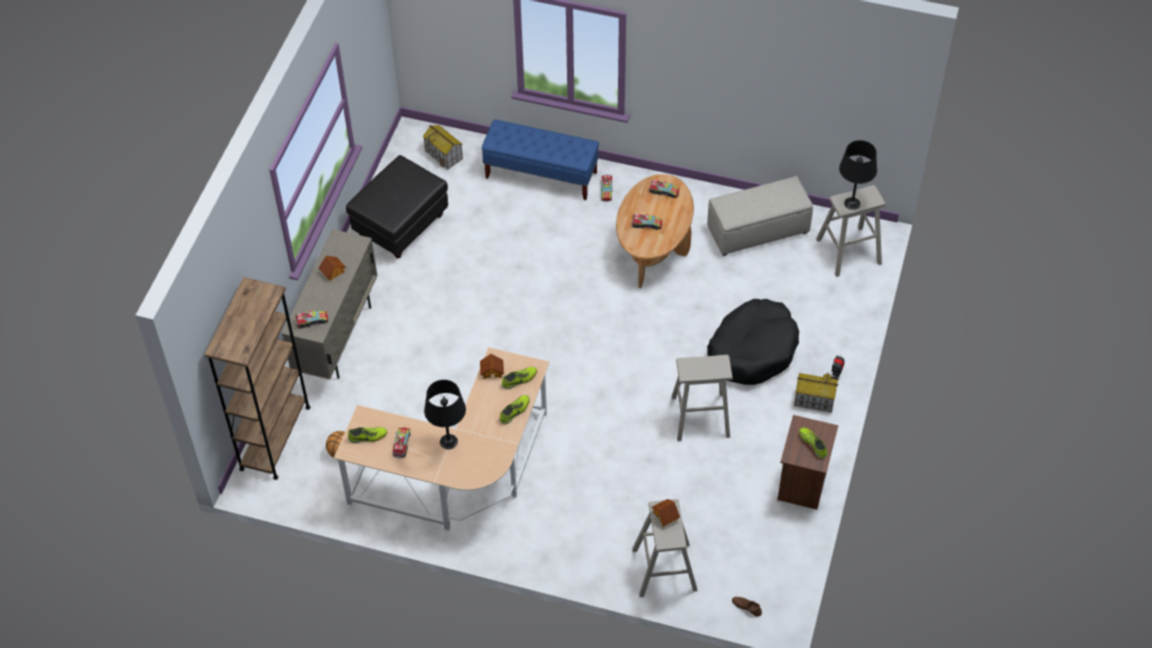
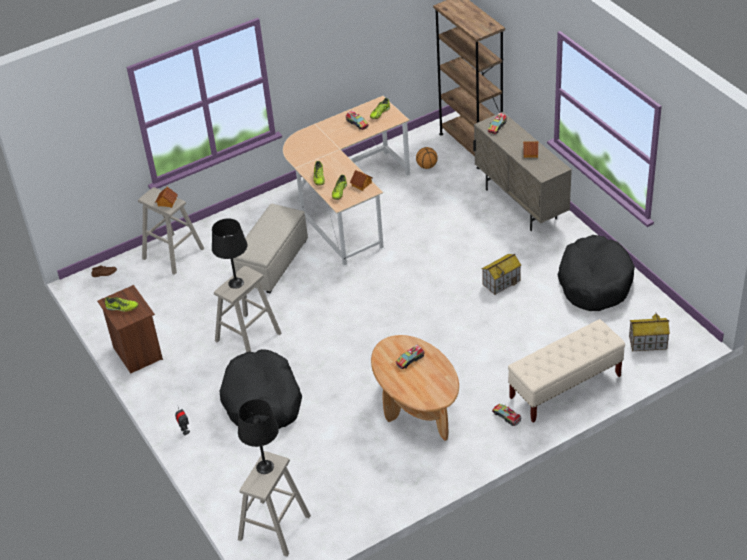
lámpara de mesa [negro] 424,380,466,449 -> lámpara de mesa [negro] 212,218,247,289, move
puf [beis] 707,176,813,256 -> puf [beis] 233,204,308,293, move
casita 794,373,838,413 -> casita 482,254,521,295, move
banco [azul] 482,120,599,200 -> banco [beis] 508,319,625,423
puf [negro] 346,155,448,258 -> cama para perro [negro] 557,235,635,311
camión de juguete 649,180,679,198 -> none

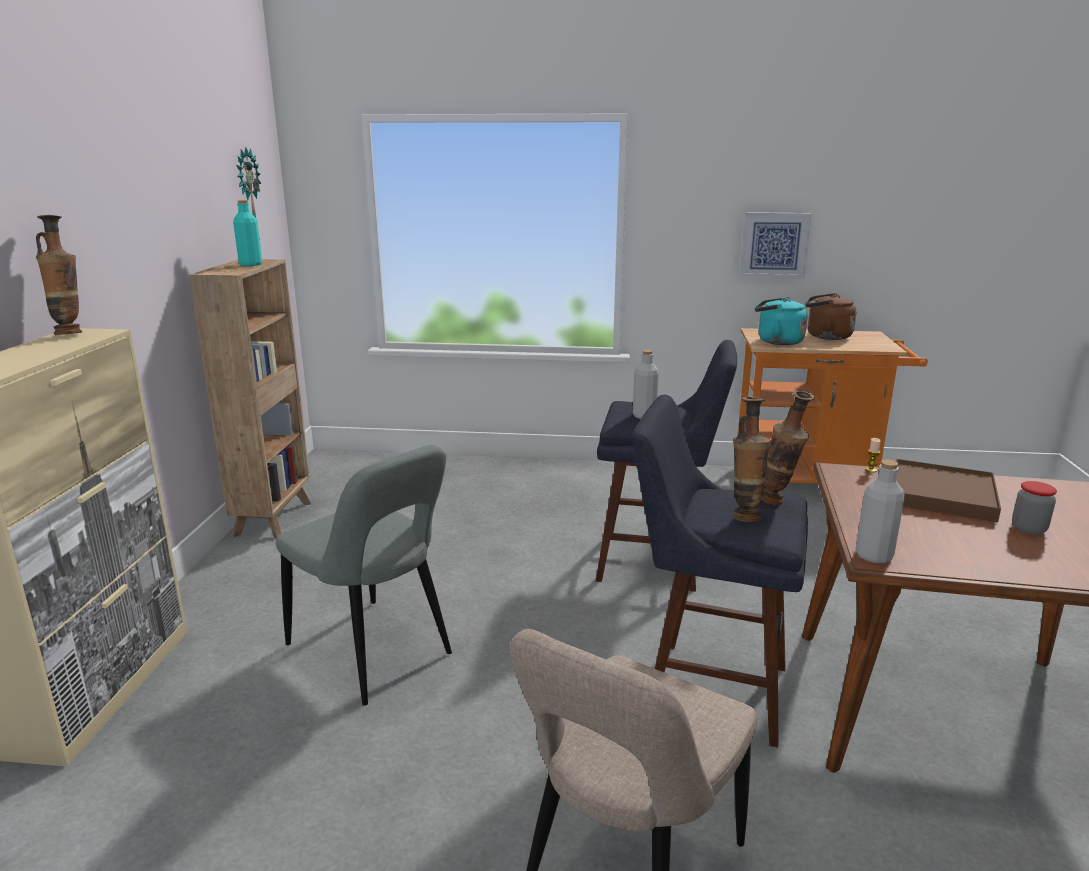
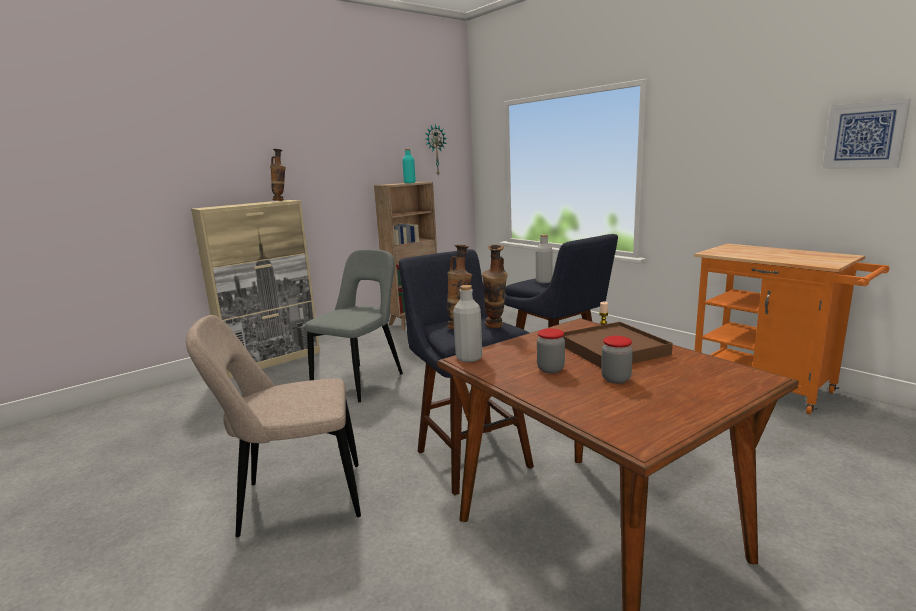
silla [gris] 276,445,452,706 -> silla [gris] 305,249,403,402, 150 degrees counterclockwise
none -> tarro 537,328,565,373
cuadro 740,212,812,278 -> cuadro 823,99,911,169, move
hervidor [turquesa] 755,297,807,345 -> none
hervidor [marrón] 805,293,857,340 -> none

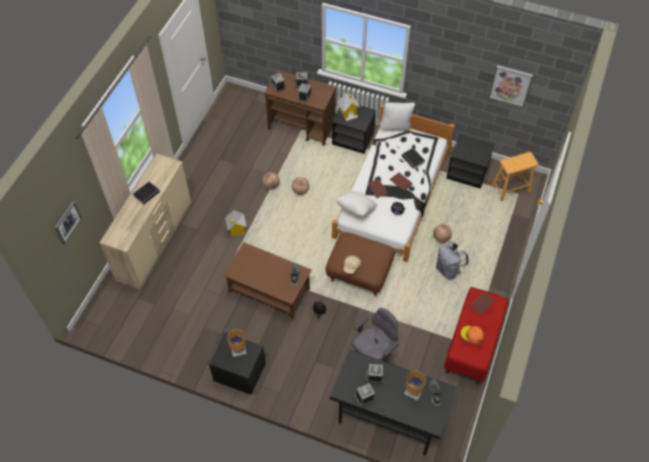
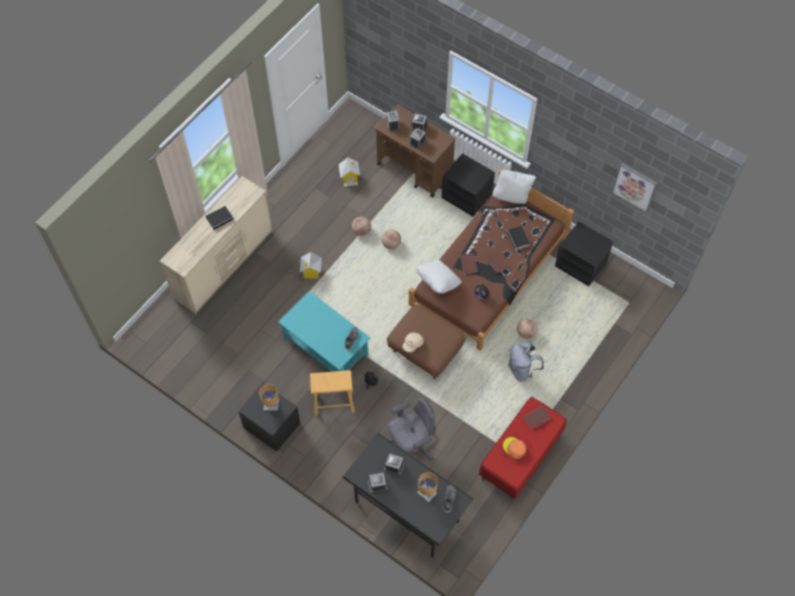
mesa de centro [marrón] 223,242,312,320 -> mesa de centro [turquesa] 278,291,370,372
taburete [marrón] 492,152,539,201 -> taburete [marrón] 310,370,355,416, move
casita 337,93,360,121 -> casita 338,158,360,187, move
cama [blanco] 332,104,455,262 -> cama [marrón] 409,168,574,351
cuadro 54,201,82,245 -> none

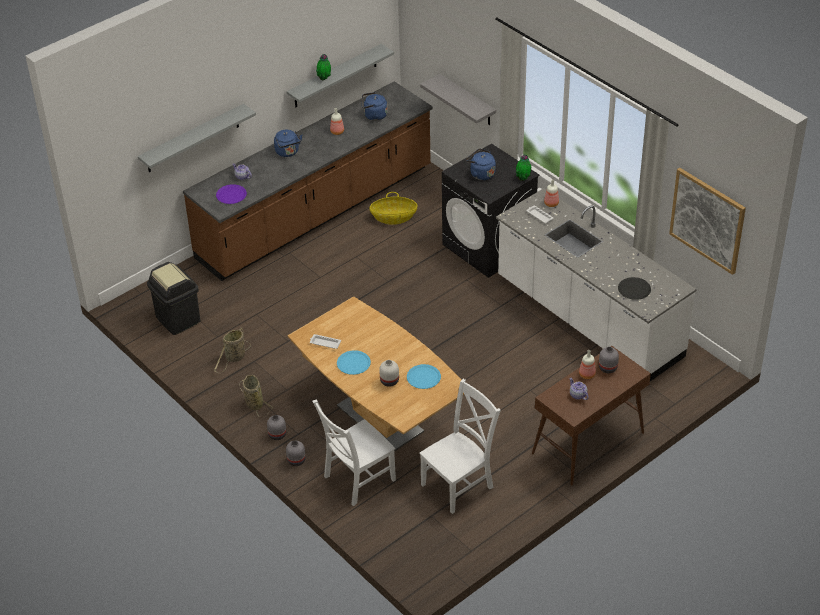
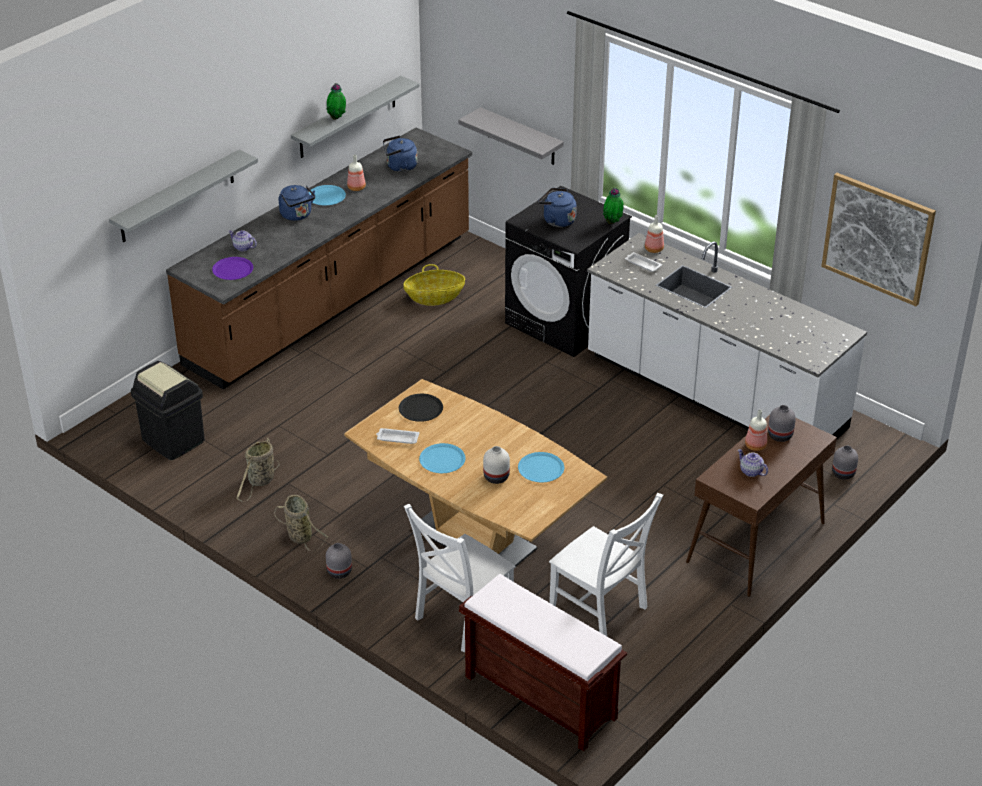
none -> plato [azul] 309,185,346,205
plato [negro] 618,277,651,300 -> plato [negro] 399,394,443,422, move
none -> banco [marrón] 459,574,627,751
silla [blanco] 419,379,501,514 -> silla [blanco] 549,493,663,636, 90 degrees clockwise
florero [gris] 286,441,306,466 -> florero [gris] 832,445,858,480, move

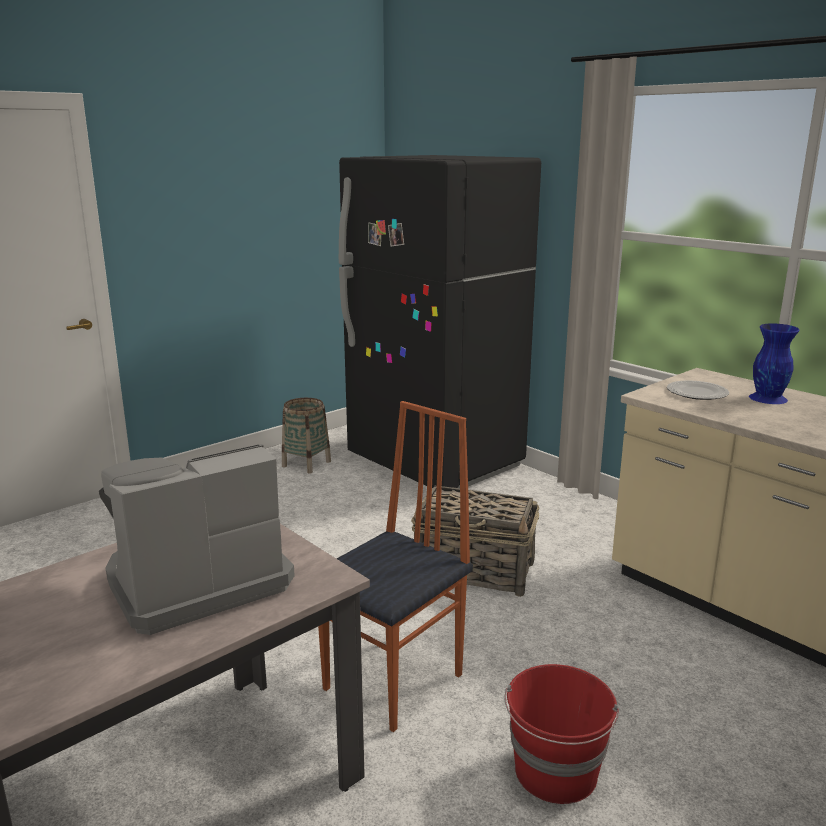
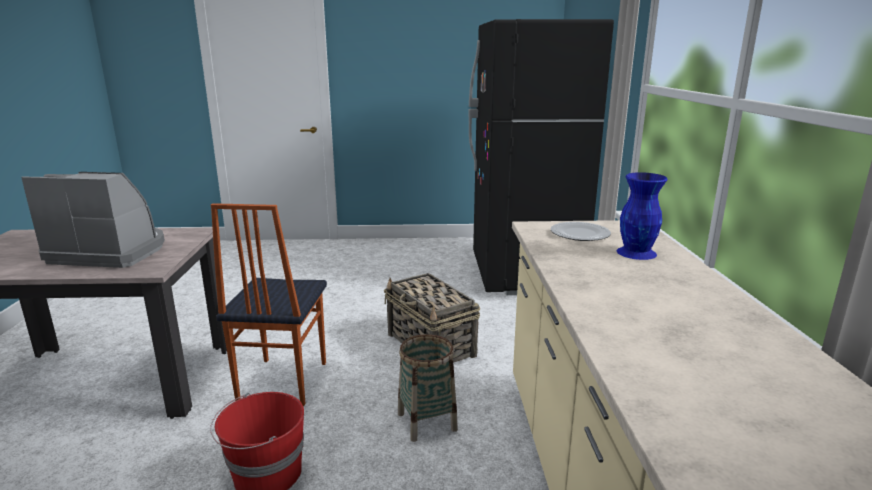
silla 318,401,473,732 -> silla 211,203,327,406, 105 degrees clockwise
cesta 282,398,331,474 -> cesta 398,334,458,442, move

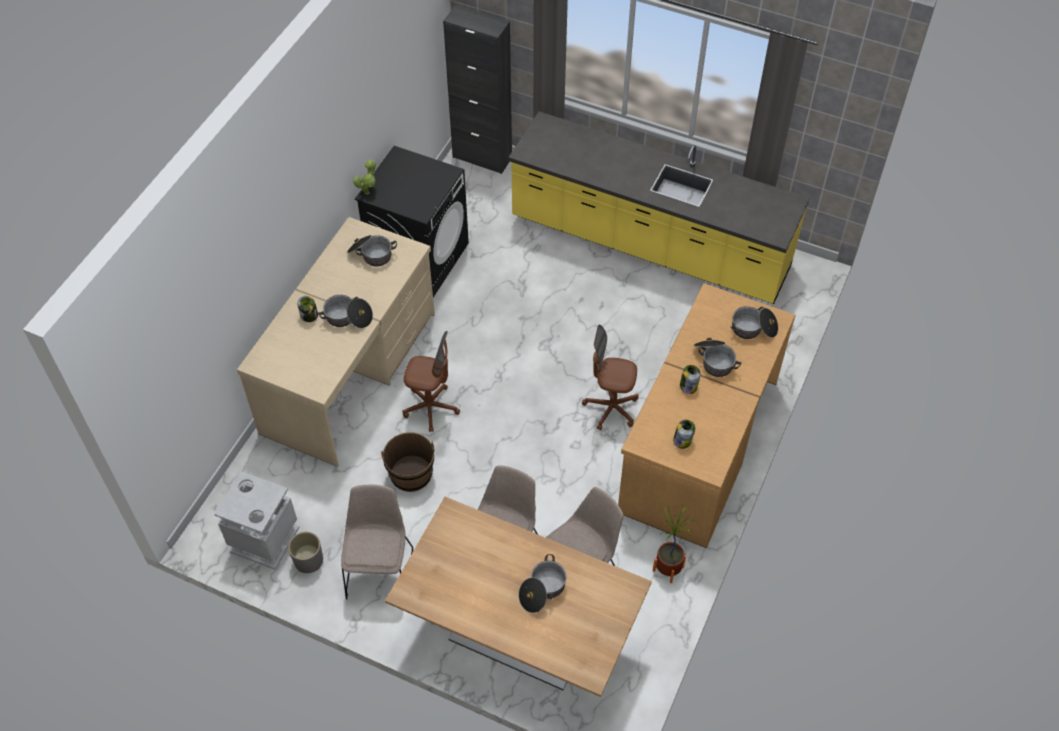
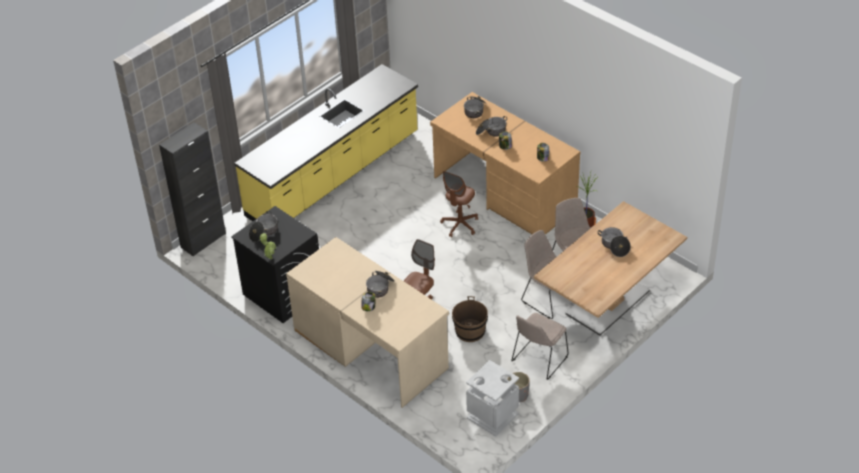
olla 347,235,397,266 -> olla 249,211,278,242, move
silla [beis] 341,485,413,600 -> silla [beis] 511,313,568,380, 75 degrees counterclockwise

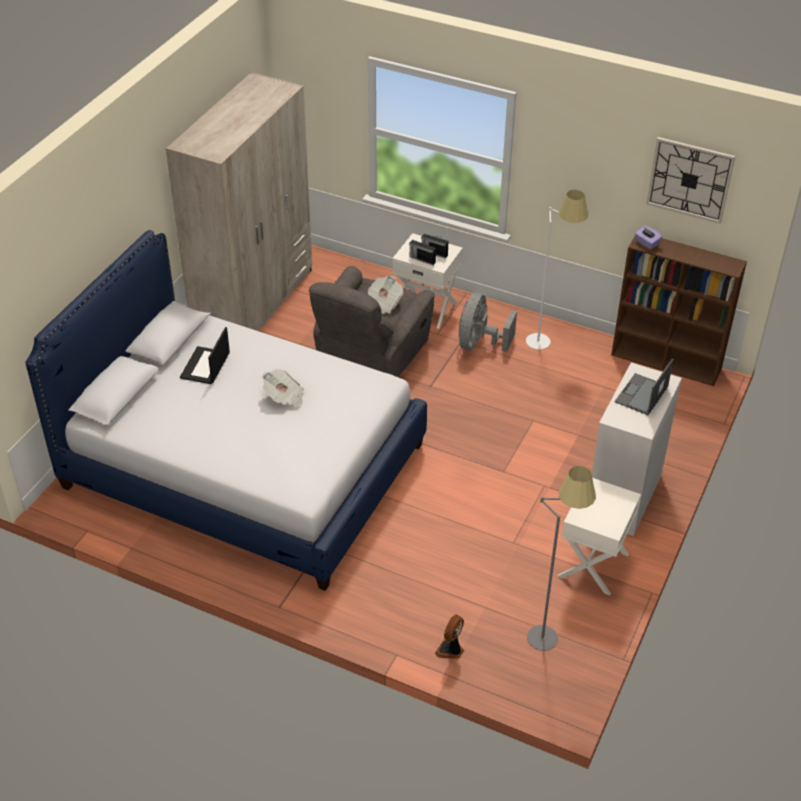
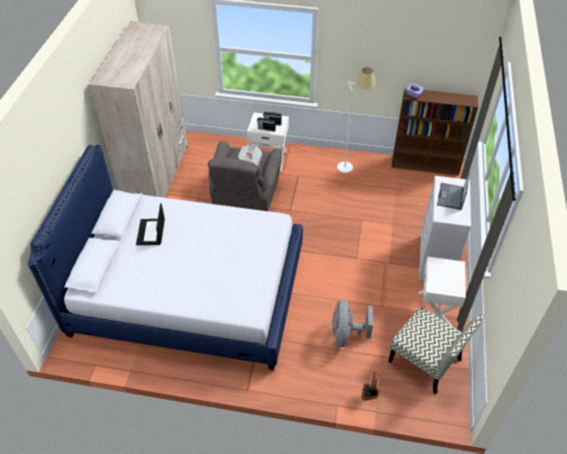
ventilador [gris] 459,293,517,352 -> ventilador [gris] 332,299,373,347, move
lámpara de pie [gris] 527,466,596,651 -> silla 388,307,484,394
periódico 262,369,304,407 -> none
reloj de pared 646,137,735,224 -> none

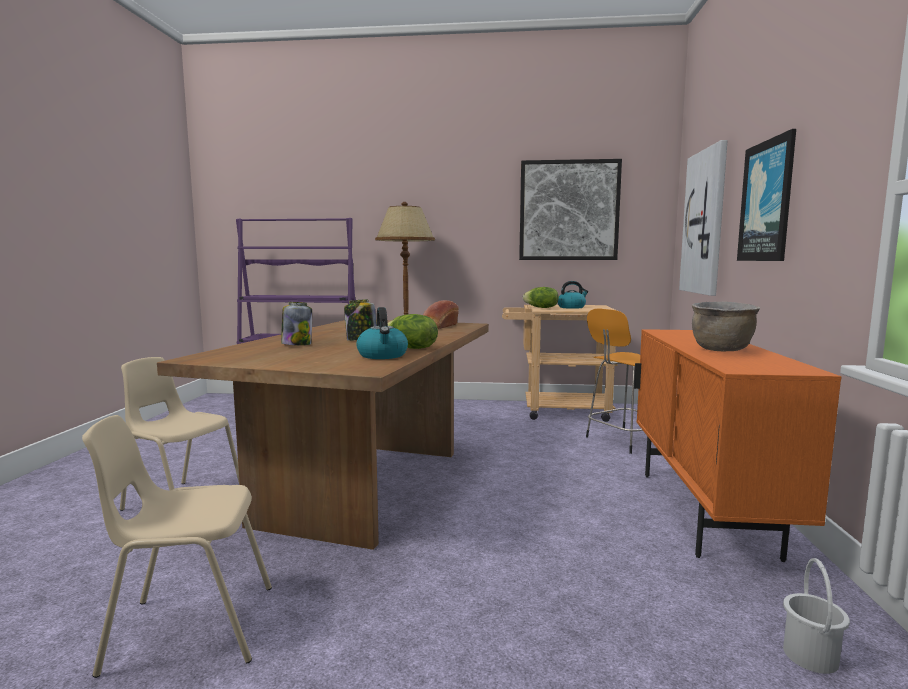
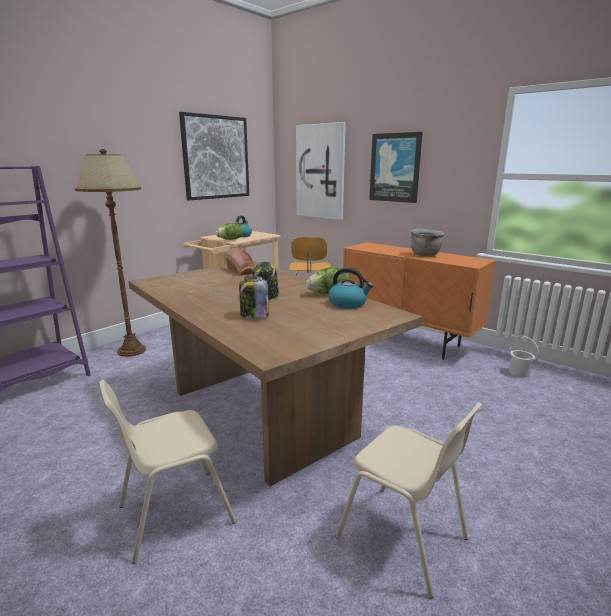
silla [beis] 82,415,272,678 -> silla [beis] 336,402,482,599, 75 degrees counterclockwise

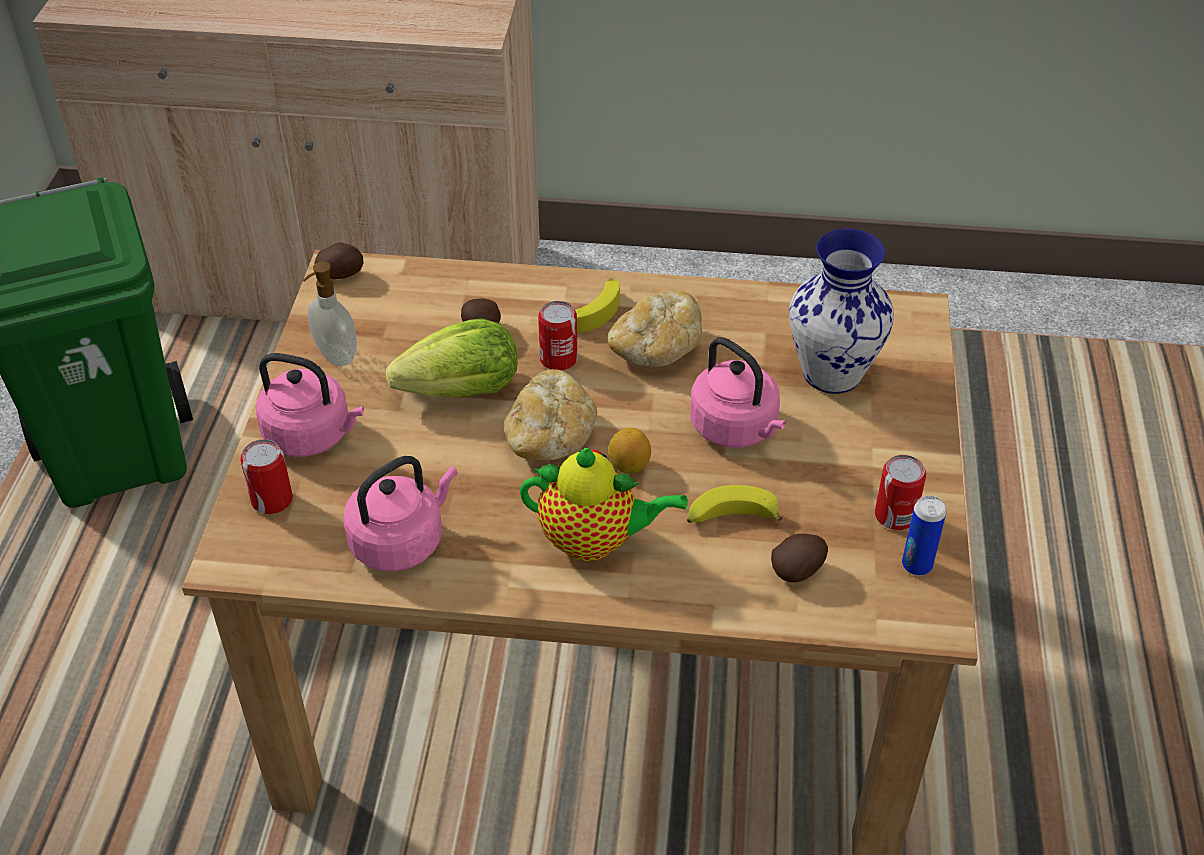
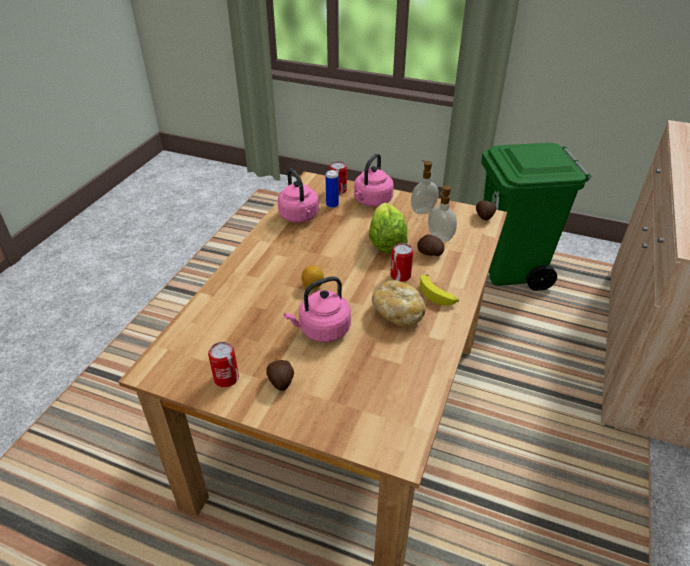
patata 771,534,828,582 -> patata 266,360,294,391, move
lata 902,496,946,576 -> lata 325,170,339,208, move
none -> dispensador de jabón 428,185,457,242
pan 504,369,597,461 -> none
tetera 520,448,688,561 -> none
plátano 687,485,783,523 -> none
florero 789,229,894,394 -> none

